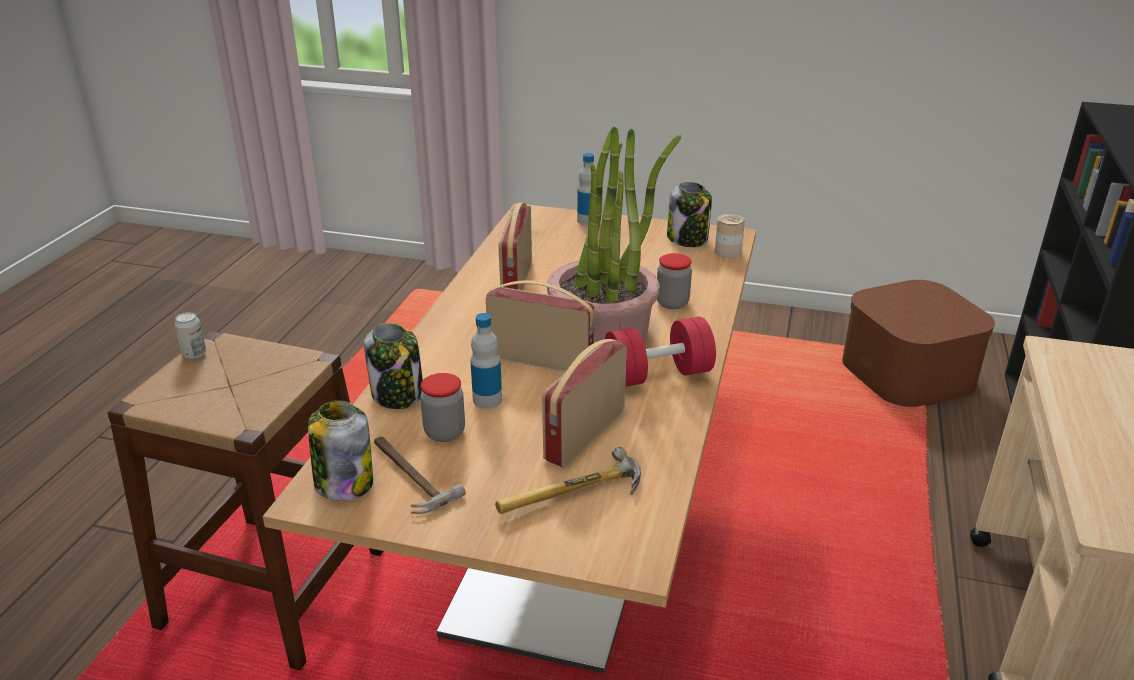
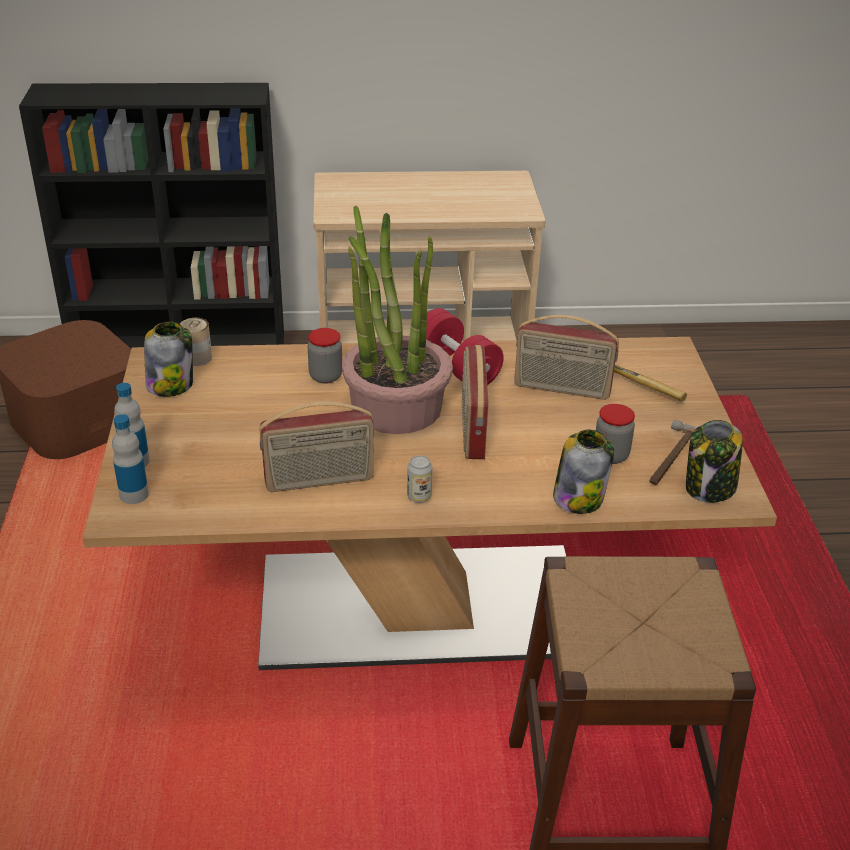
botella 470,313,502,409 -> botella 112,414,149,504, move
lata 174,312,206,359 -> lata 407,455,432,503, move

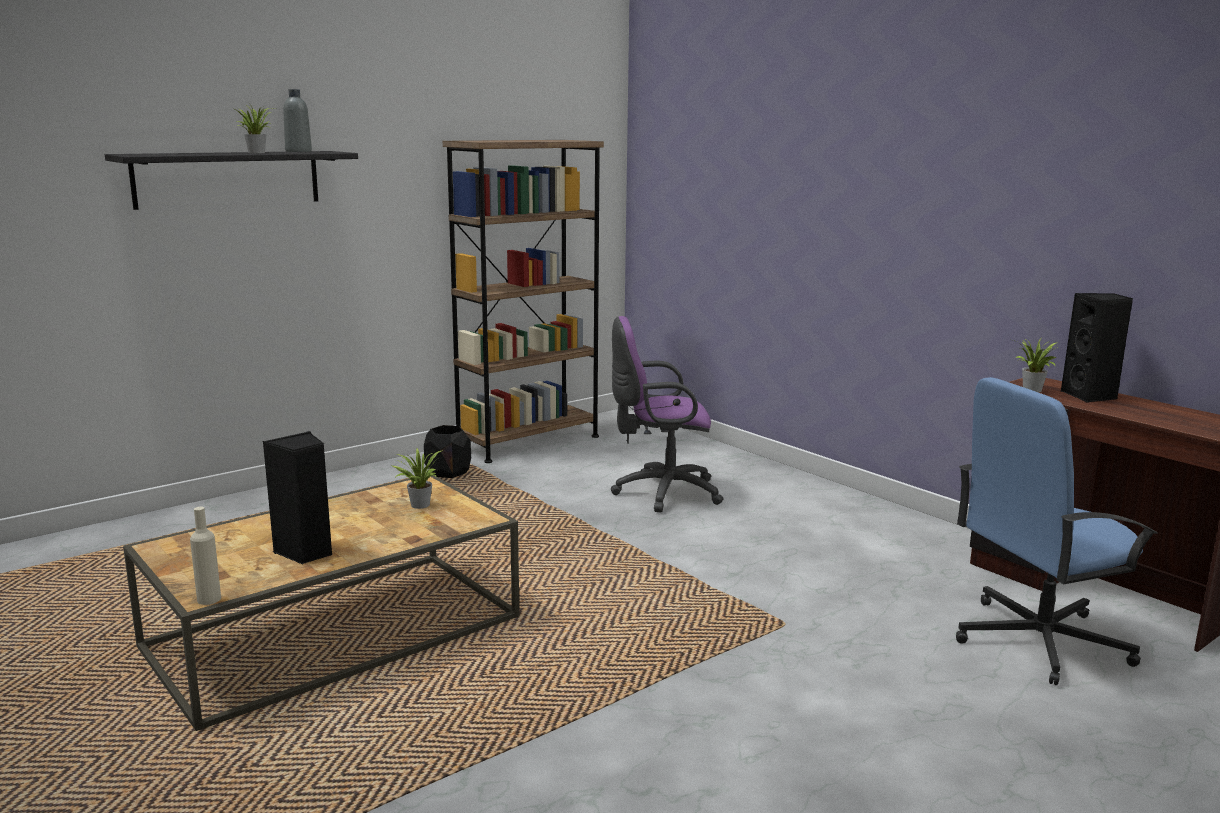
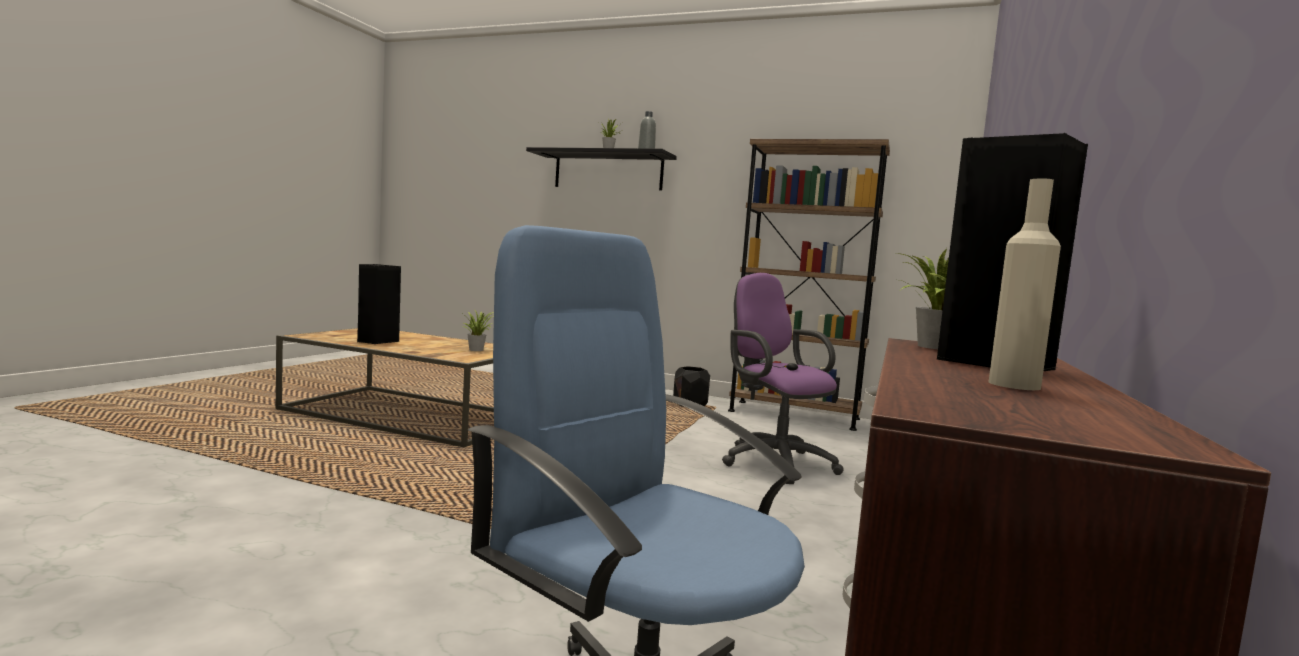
botella [beis] 190,507,221,605 -> botella [beis] 989,179,1061,390, move

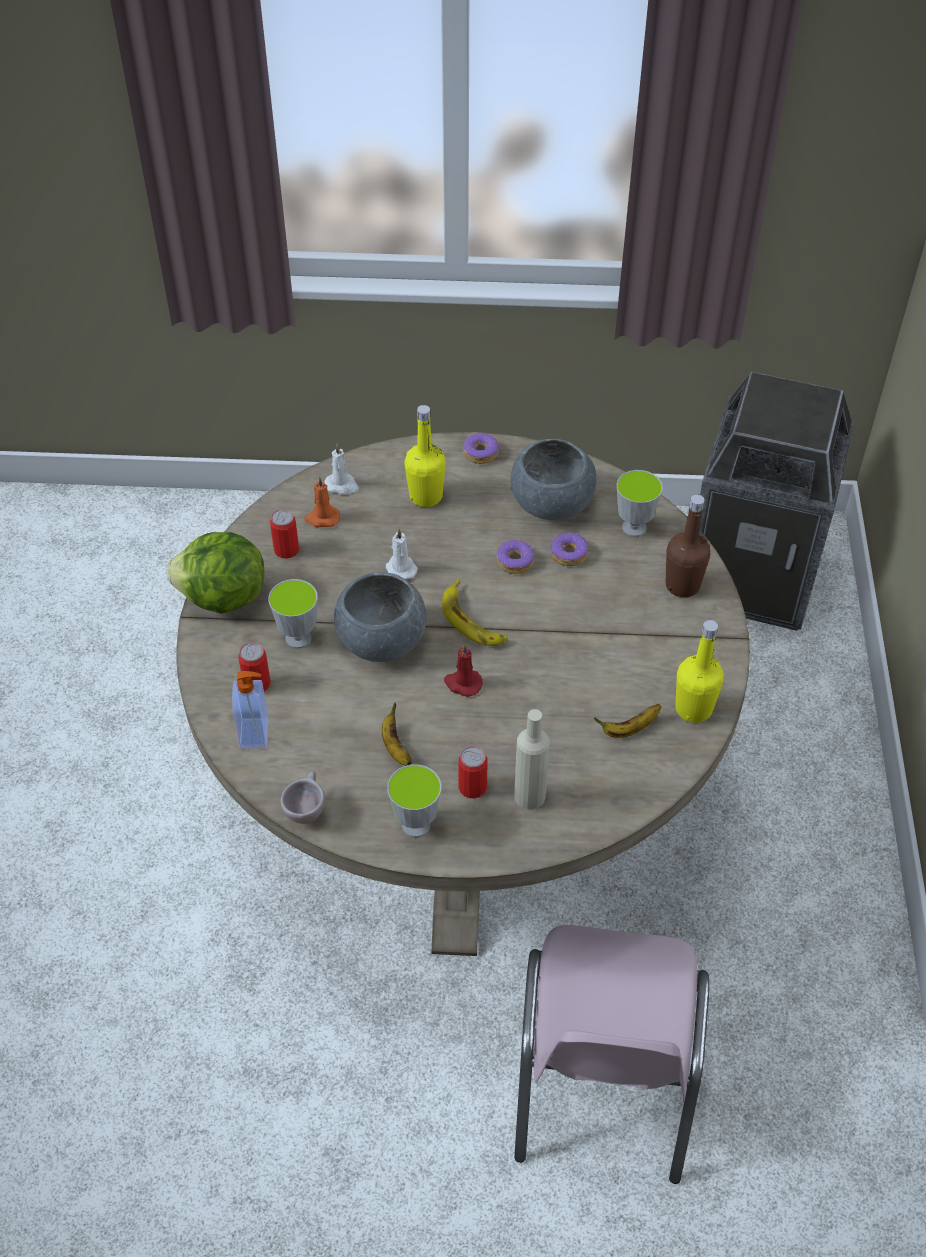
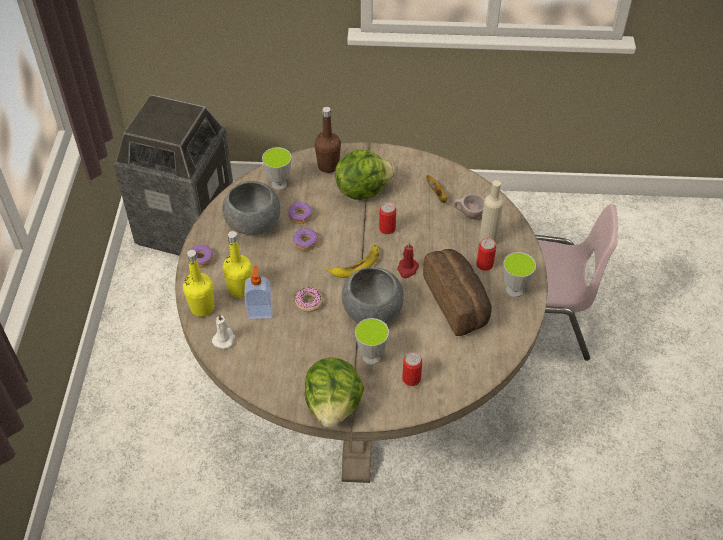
botella [amarillo] 675,620,724,723 -> botella [amarillo] 183,250,214,317, move
dispensador de jabón 232,671,268,749 -> dispensador de jabón 244,266,273,319, move
vela [blanco] 386,529,418,579 -> rosquilla 295,288,323,312
none -> lechuga 335,150,395,200
lata 270,509,299,559 -> lata 379,202,396,234, move
plátano 382,702,412,765 -> pan 423,249,492,336
taza [beis] 280,771,325,824 -> taza [beis] 453,194,485,219, move
vela [naranja] 304,476,340,527 -> none

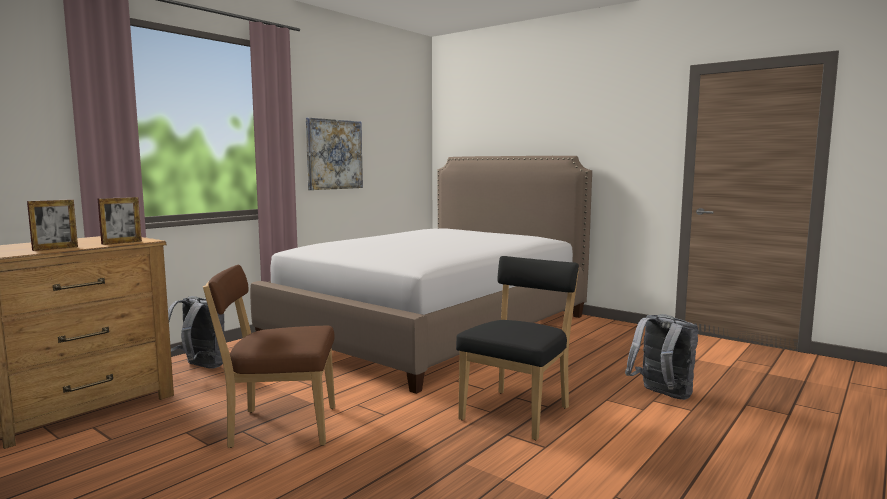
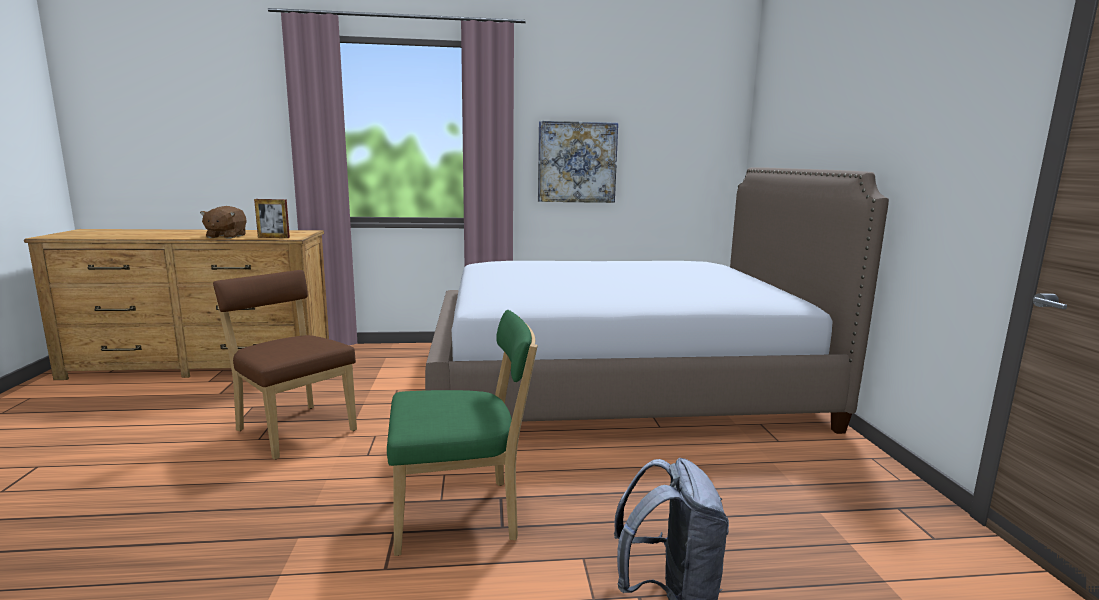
portarretratos 27,199,78,251 -> peluche [marrón] 200,206,247,239
silla [negro] 456,256,579,440 -> silla [verde] 387,310,538,556
mochila [gris] 168,296,225,368 -> none

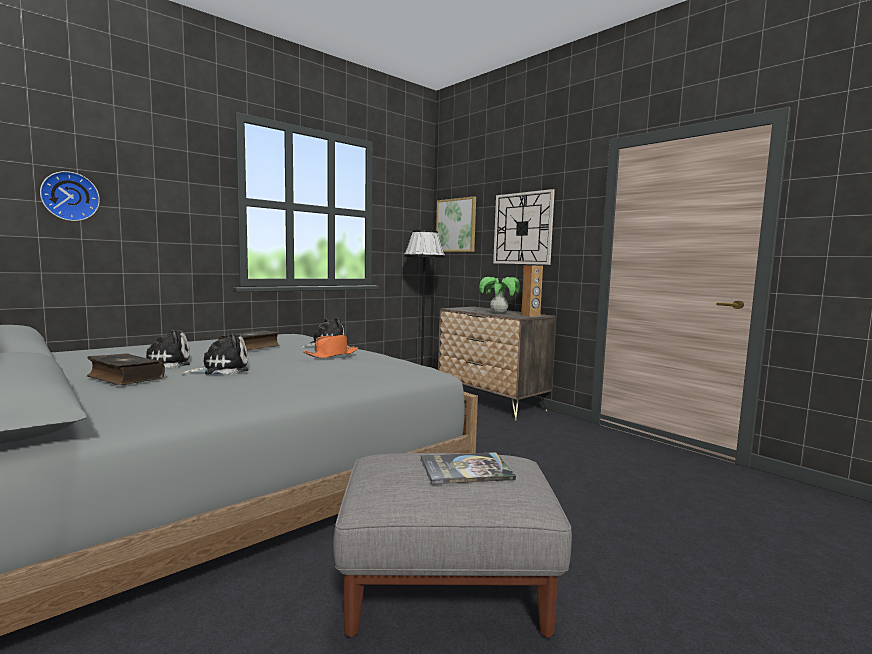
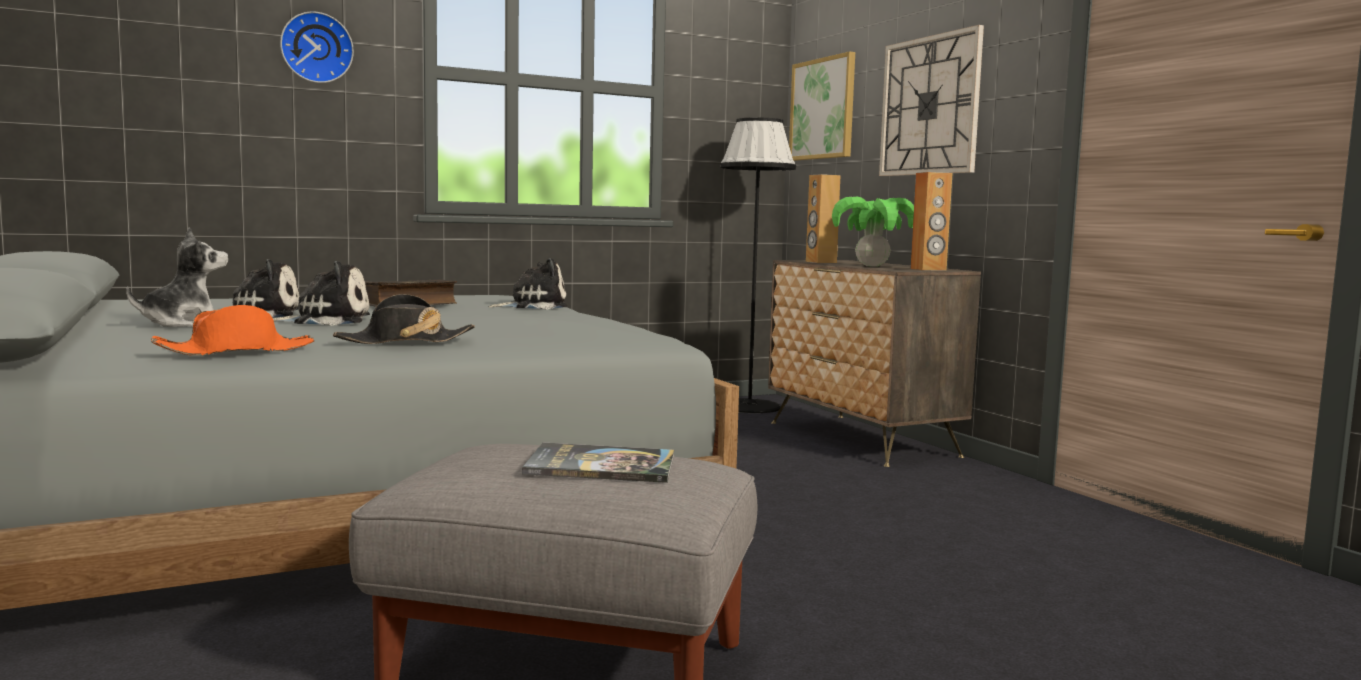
libro 87,353,165,385 -> peluche 126,227,228,327
sombrero [naranja] 303,335,358,358 -> sombrero [naranja] 151,305,314,356, move
reloj de pared 40,171,100,221 -> reloj de pared 280,12,354,83, move
none -> sombrero [negro] 333,294,475,344
none -> altavoz [marrón] 806,174,840,263

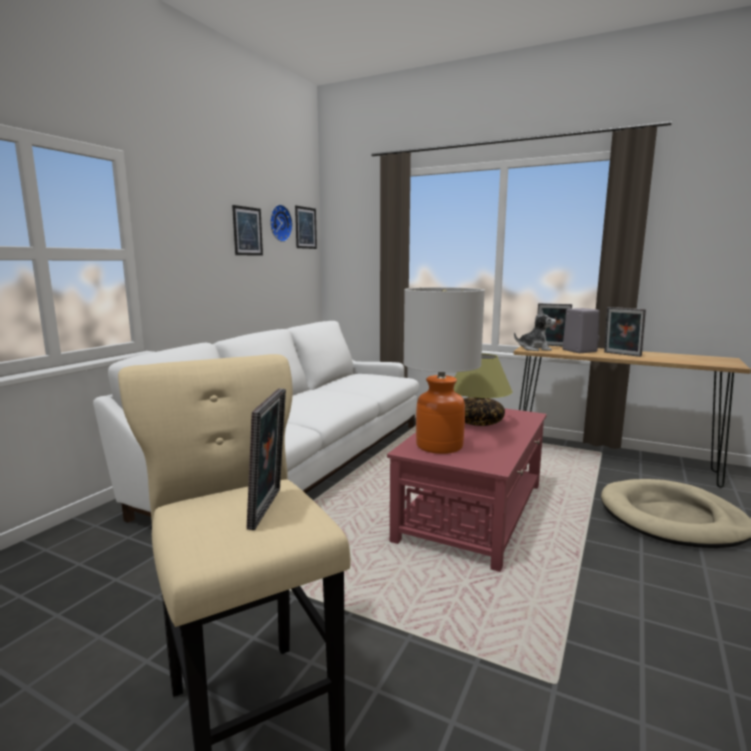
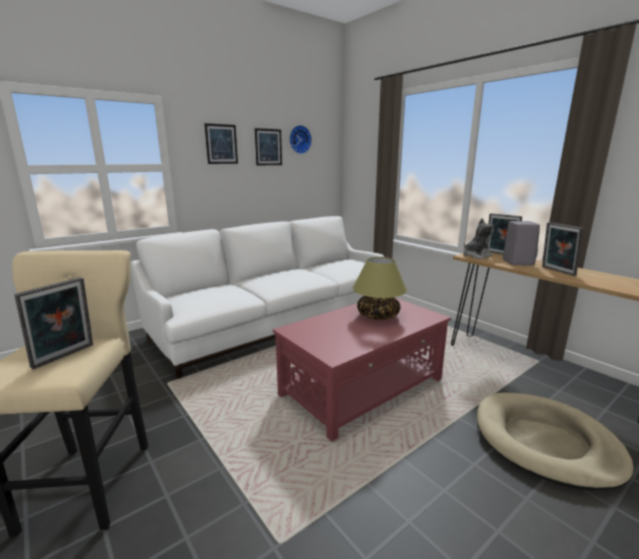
cuadro 295,205,317,249 -> cuadro 204,123,238,164, move
peluche 514,308,556,351 -> peluche 463,218,494,259, 60 degrees counterclockwise
lámpara de mesa 403,287,485,454 -> none

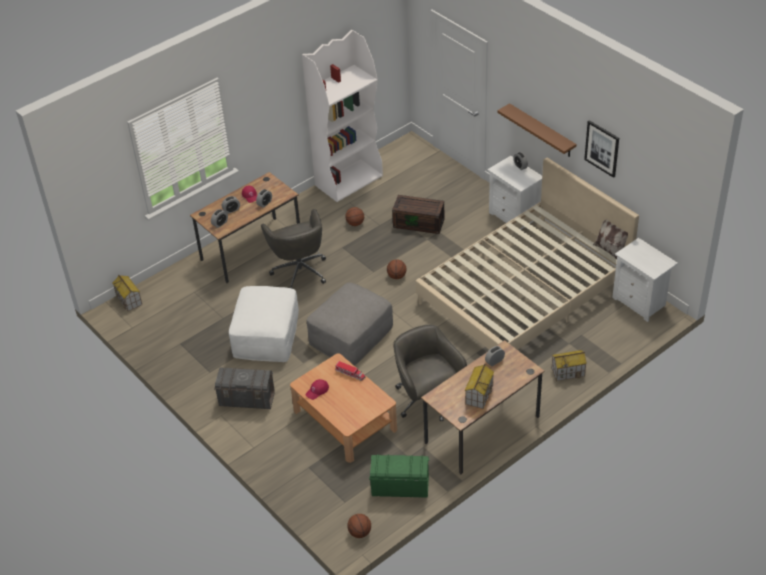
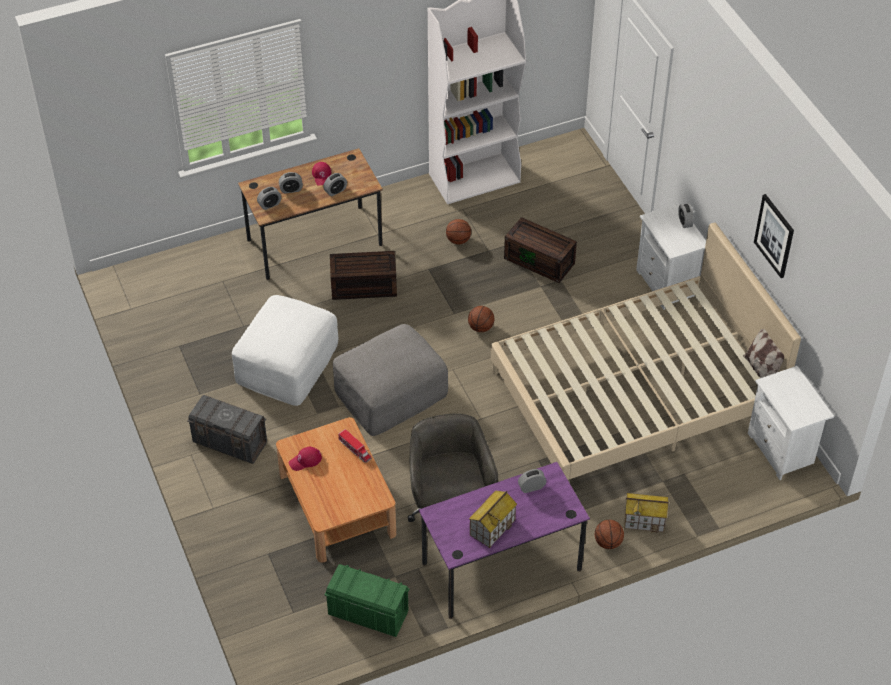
silla de oficina [gris] 261,209,326,289 -> caja de almacenaje [marrón] 330,251,397,300
escritorio [marrón] 421,340,545,474 -> escritorio [morado] 419,462,590,619
balón de baloncesto 347,514,371,538 -> balón de baloncesto 595,520,624,549, move
casita 112,275,142,311 -> none
estante [marrón] 497,103,577,157 -> none

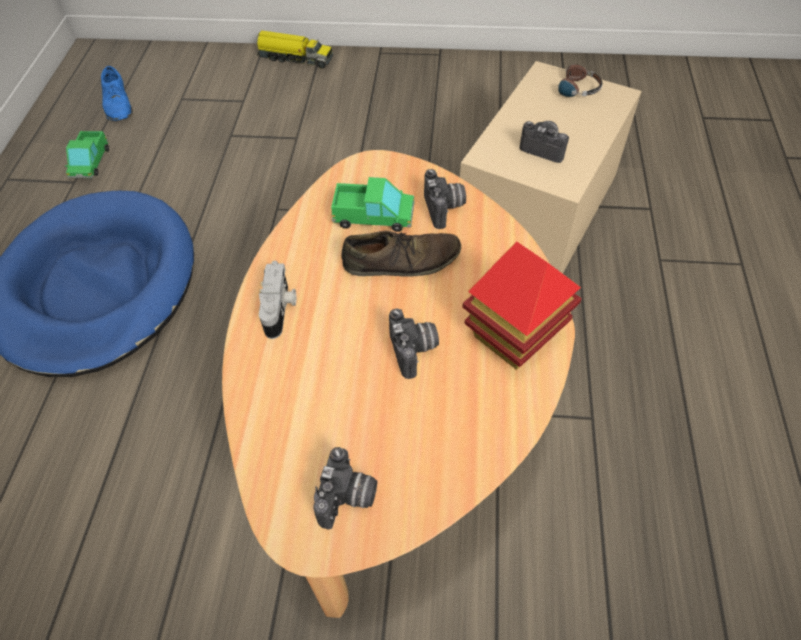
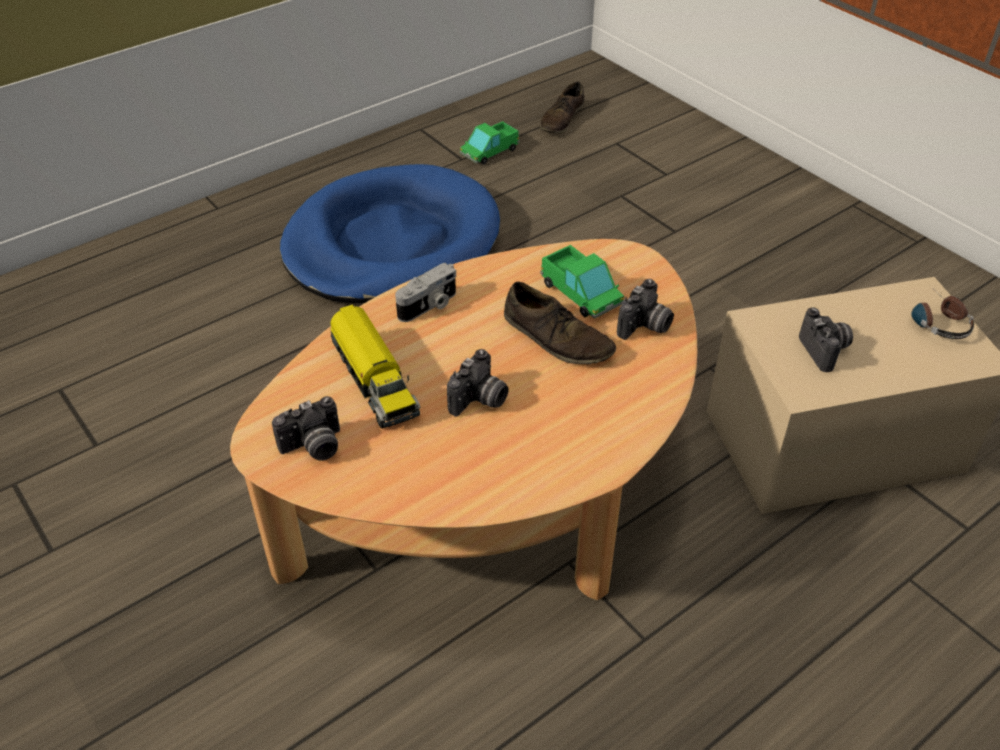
camión de juguete 257,30,333,69 -> camión de juguete 330,304,420,428, move
zapato [azul] 101,66,133,121 -> zapato [marrón] 540,82,584,134
casita 463,241,582,370 -> none

